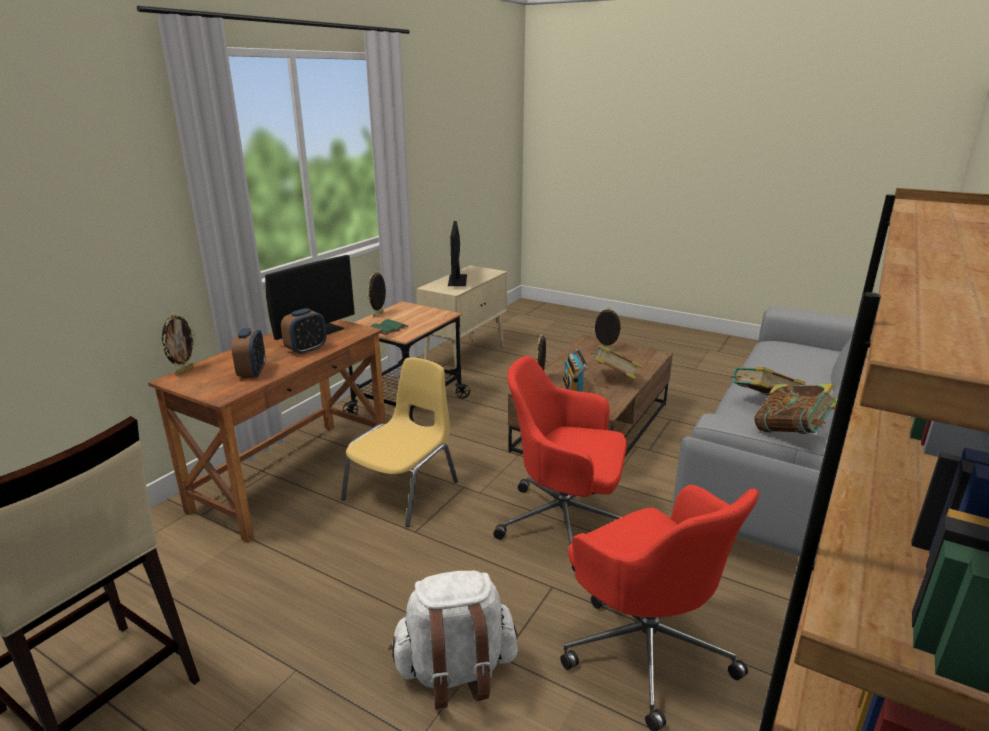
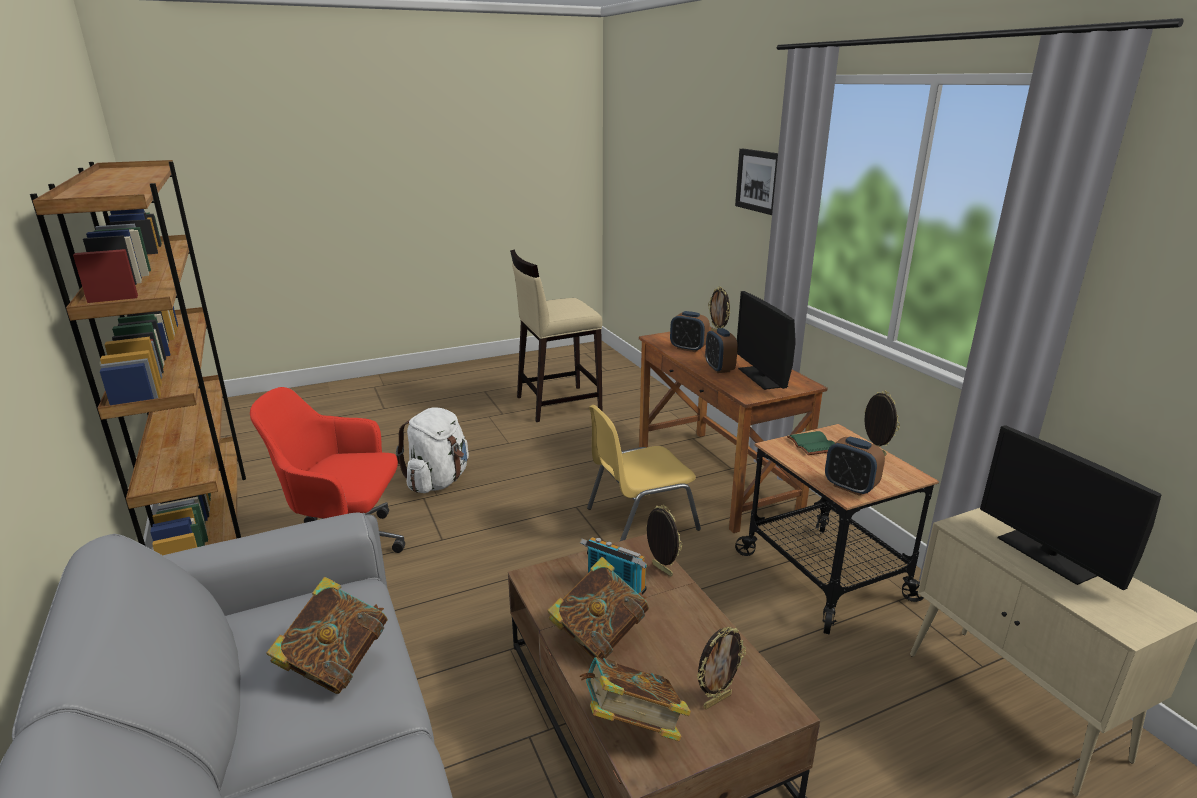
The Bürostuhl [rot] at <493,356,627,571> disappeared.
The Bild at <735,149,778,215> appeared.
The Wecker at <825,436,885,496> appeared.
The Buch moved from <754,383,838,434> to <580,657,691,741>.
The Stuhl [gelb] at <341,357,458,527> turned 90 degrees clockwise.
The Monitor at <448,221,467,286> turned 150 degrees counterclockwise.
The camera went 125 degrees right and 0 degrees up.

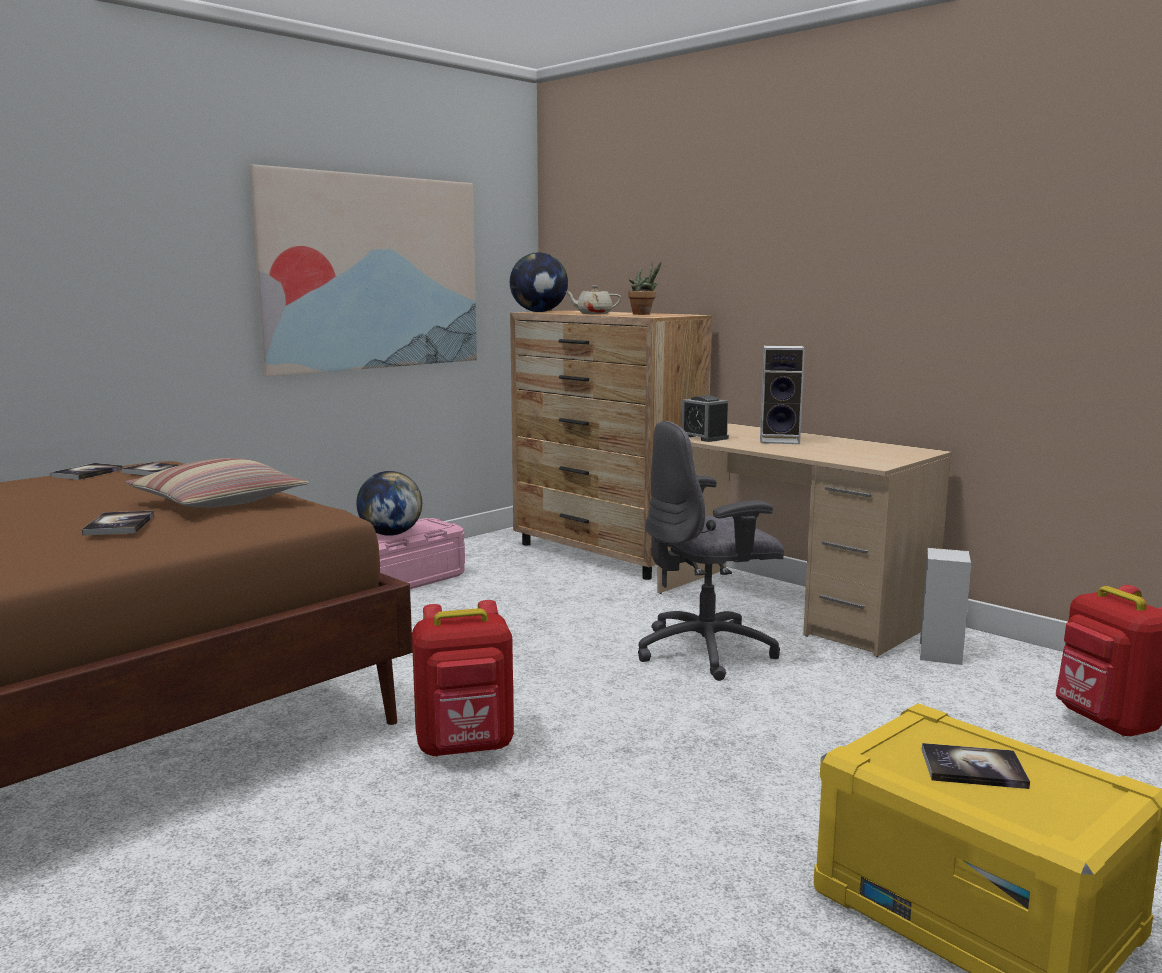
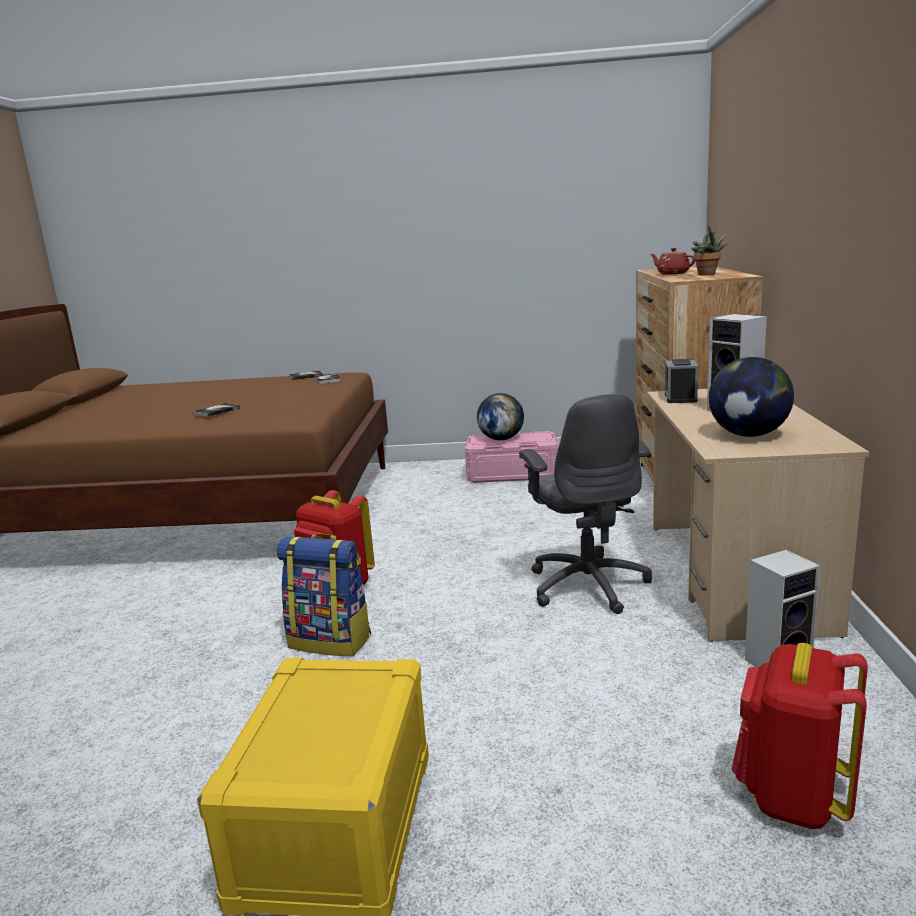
The Kissen at <125,458,309,508> disappeared.
The Bild at <249,164,477,377> disappeared.
The Buch at <922,743,1030,789> disappeared.
The Rucksack at <277,533,371,656> appeared.
The Globus moved from <510,252,568,312> to <709,357,794,437>.
The Teekanne [beige] at <565,286,621,314> became the Teekanne [rot] at <650,248,695,275>.
The Bürostuhl [grau] at <638,421,784,681> turned 135 degrees counterclockwise.
The camera went 50 degrees right and 5 degrees up.

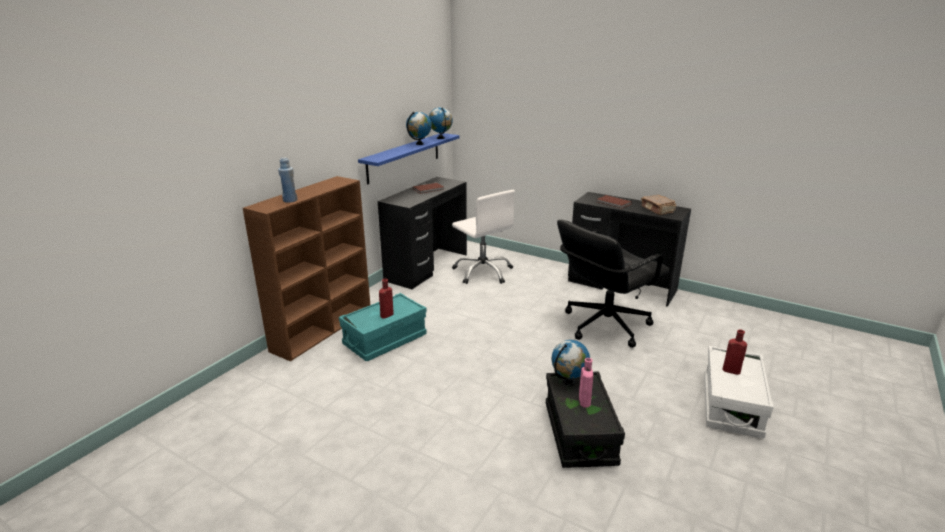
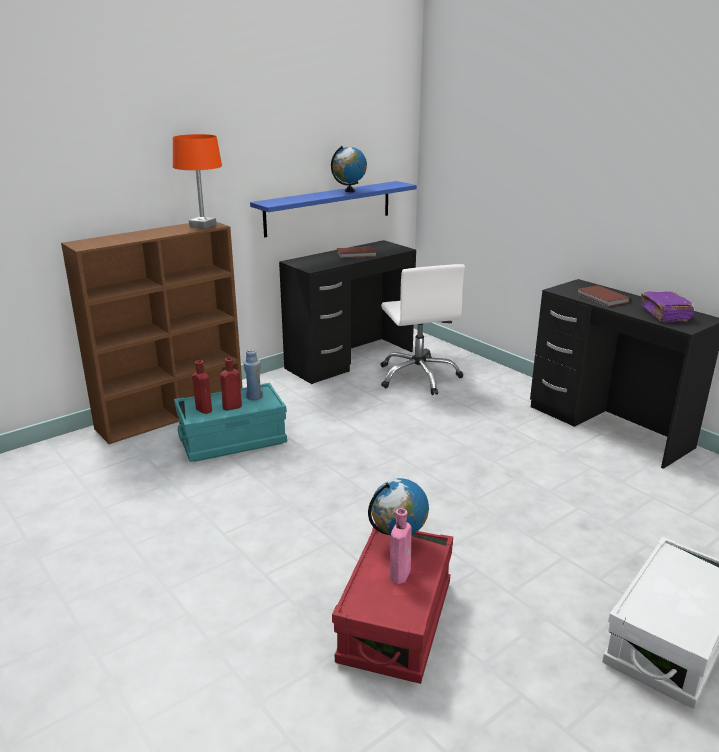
The Globus at <429,107,453,139> disappeared.
The Bürostuhl [schwarz] at <557,220,669,348> disappeared.
The Tischlampe [orange] at <173,134,222,229> appeared.
The Flasche [blau] moved from <278,157,297,203> to <243,349,263,400>.
The Flasche [rot] moved from <722,330,747,375> to <192,360,212,414>.
The Aufbewahrungsbox [schwarz] at <546,371,625,468> became the Aufbewahrungsbox [rot] at <332,523,453,684>.
The Buch [braun] at <641,195,676,215> became the Buch [lila] at <641,292,694,323>.
The camera went 20 degrees right and 0 degrees up.

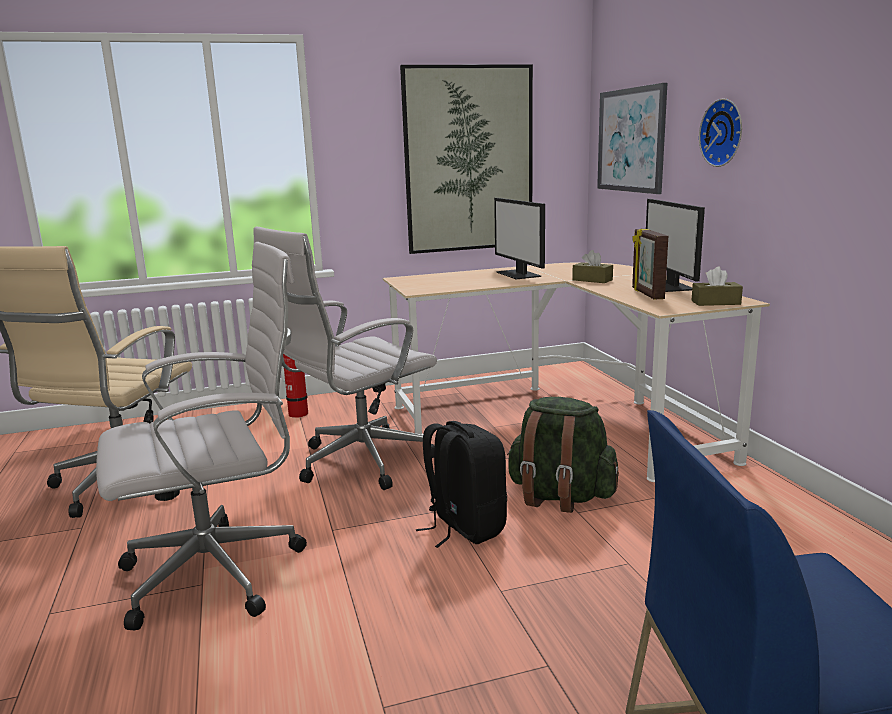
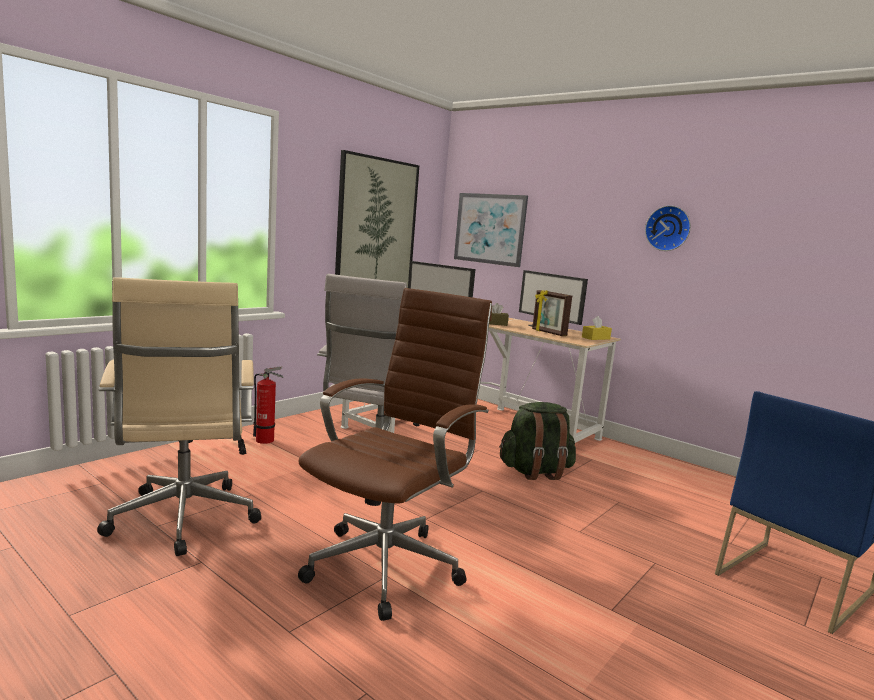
The Rucksack [schwarz] at <416,421,507,548> disappeared.
The Wanduhr moved from <699,98,742,167> to <645,205,691,251>.
The Bürostuhl [weiß] at <96,242,307,631> became the Bürostuhl [braun] at <298,288,492,621>.
The Taschentuchbox [braun] at <692,267,743,306> became the Taschentuchbox [gelb] at <582,316,612,340>.
The camera went 35 degrees left and 5 degrees down.

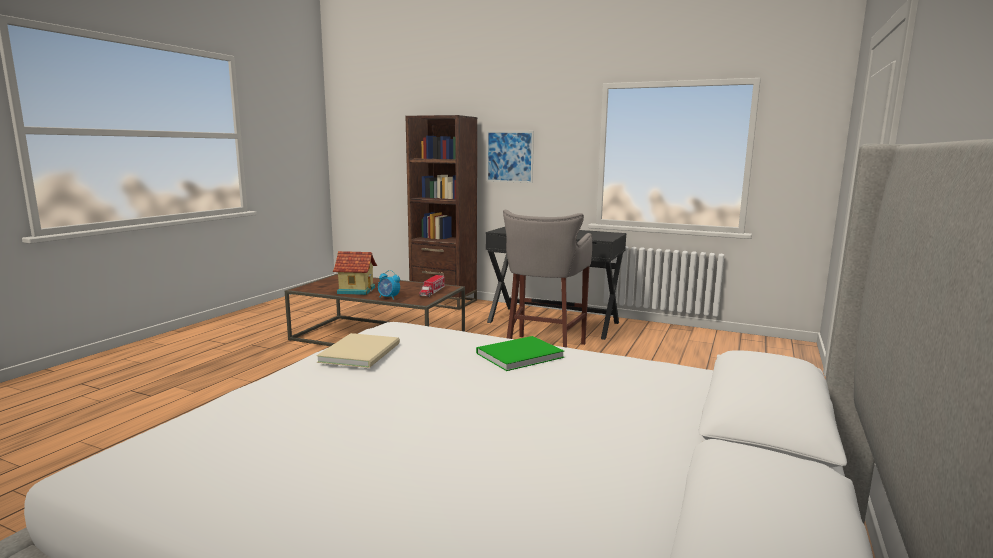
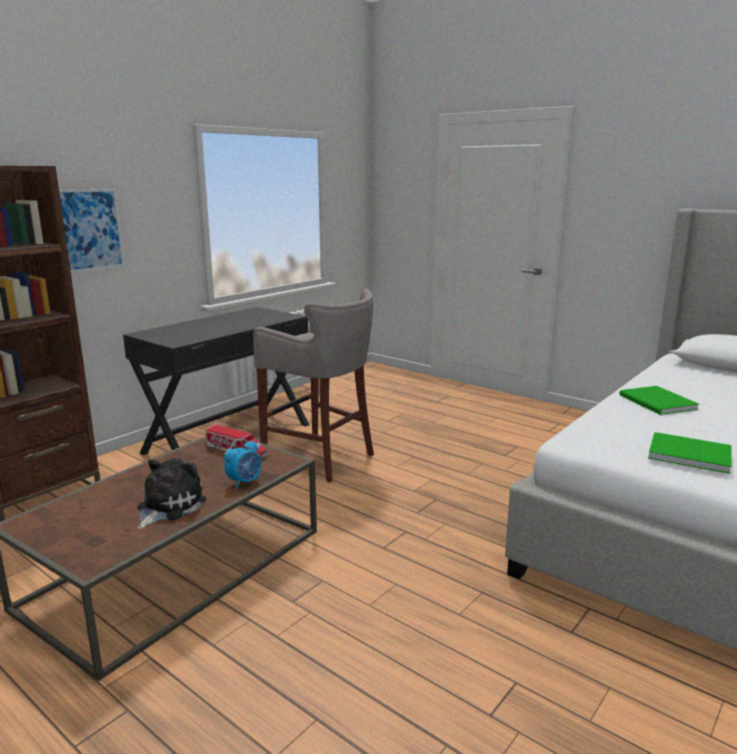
The Spielzeughaus at <333,251,377,295> was replaced by the Plüschtier at <137,458,206,529>.
The Buch [beige] at <316,333,400,368> became the Buch [grün] at <648,432,732,474>.
The camera went 75 degrees left and 5 degrees up.

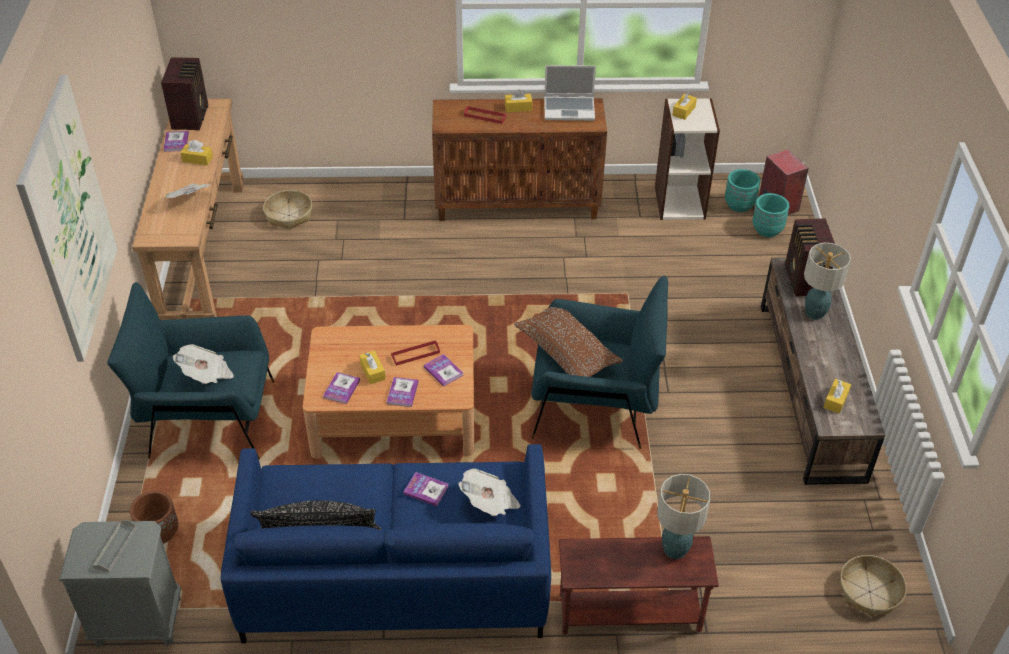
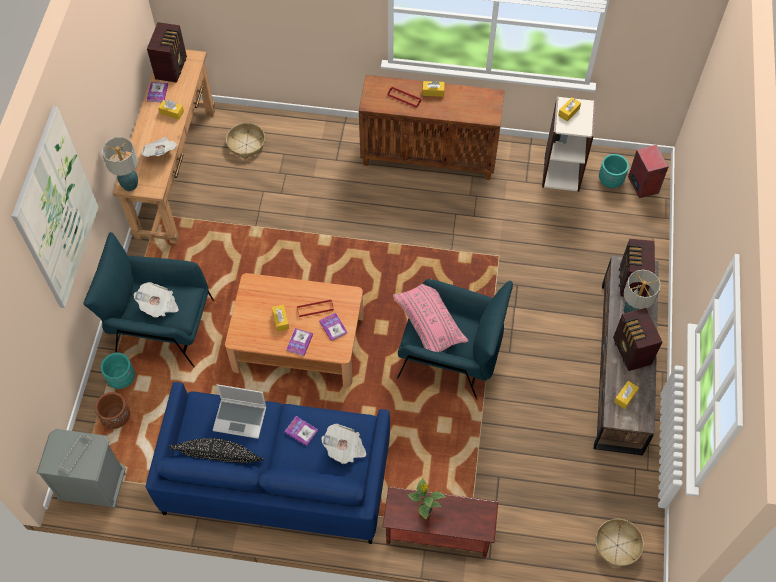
The Buch at <323,372,360,404> disappeared.
The Topfpflanze at <407,478,446,520> appeared.
The Radio at <613,308,662,371> appeared.
The Laptop moved from <544,65,596,121> to <213,384,267,439>.
The Tischlampe moved from <657,474,710,559> to <102,137,138,191>.
The Pflanzkübel [türkis] moved from <752,193,789,237> to <101,352,135,389>.
The Kissen [braun] at <514,307,623,377> became the Kissen [rosa] at <393,279,468,352>.
The camera went 10 degrees right and 15 degrees up.

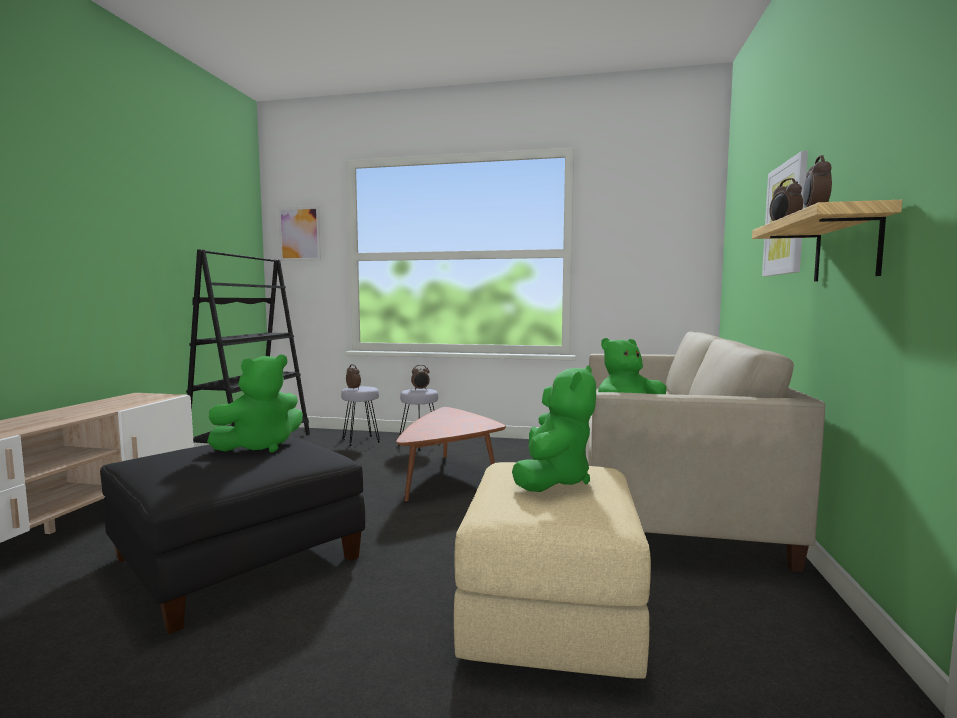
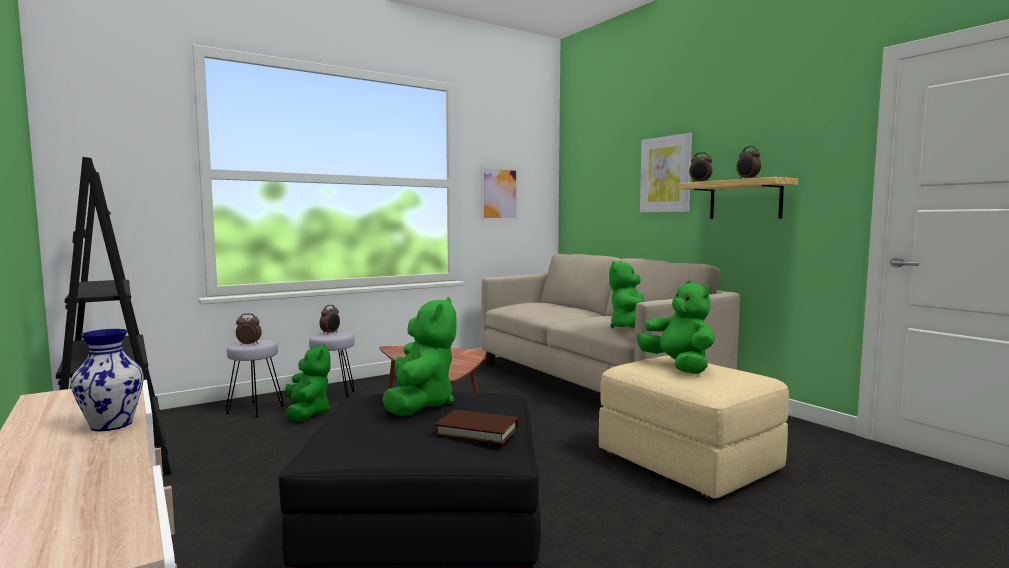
The Vase at <70,329,144,431> appeared.
The Plüschtier [grün] at <285,343,331,421> appeared.
The Buch [braun] at <435,410,519,445> appeared.
The Bild moved from <278,206,321,261> to <481,166,518,220>.
The camera went 45 degrees left and 0 degrees up.

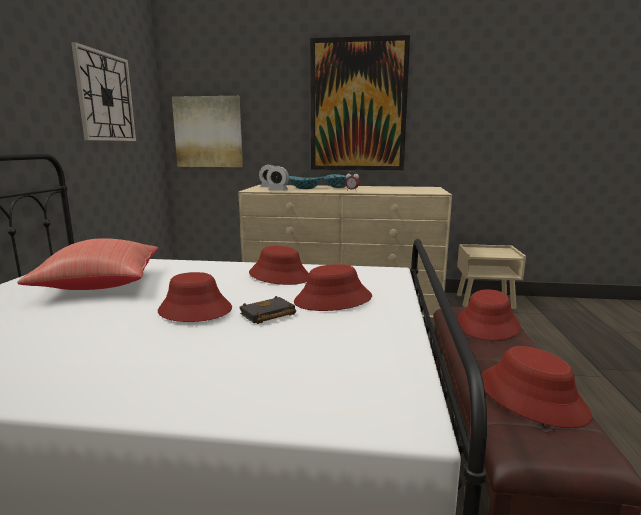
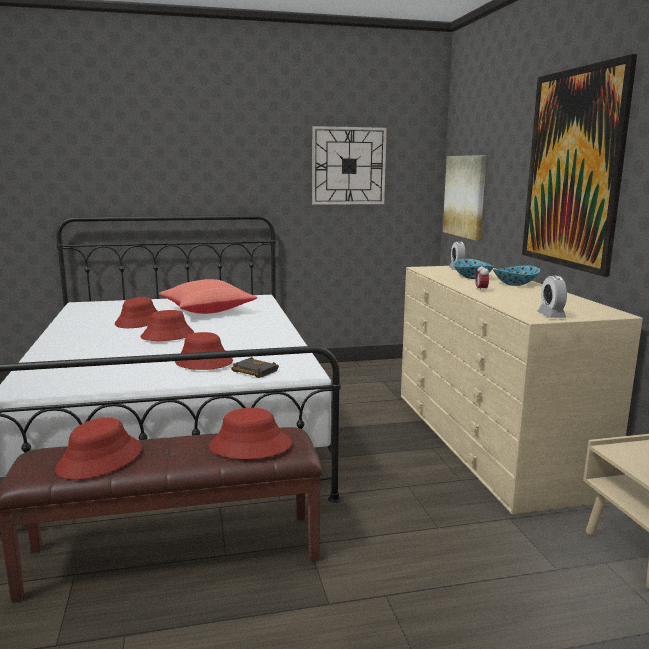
The Buch [schwarz] moved from <240,296,296,324> to <231,357,279,378>.
The Hut [rot] moved from <249,246,309,285> to <115,297,157,328>.
The Wecker moved from <266,166,289,190> to <538,275,567,318>.
The camera went 70 degrees right and 0 degrees up.

